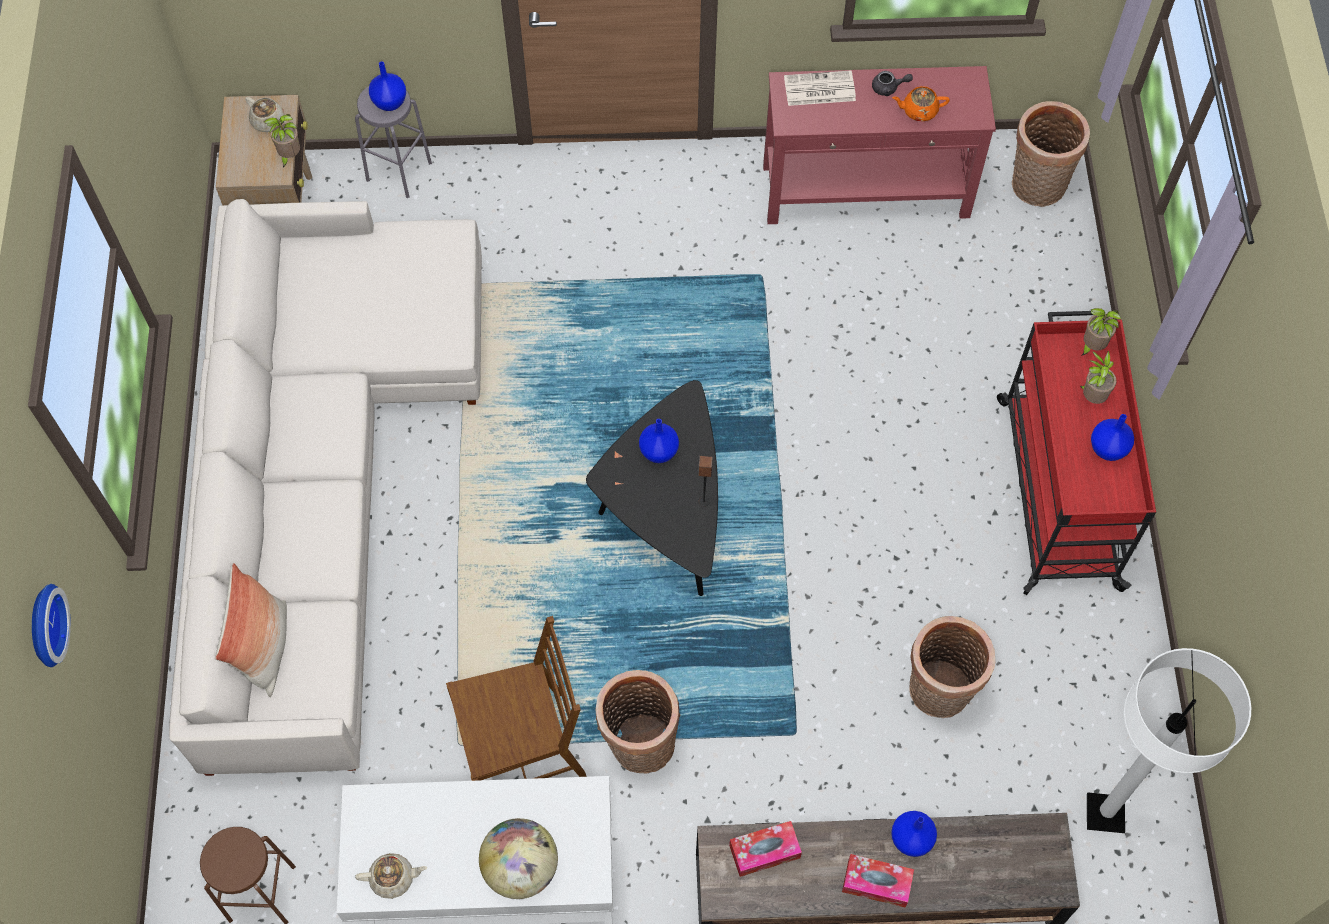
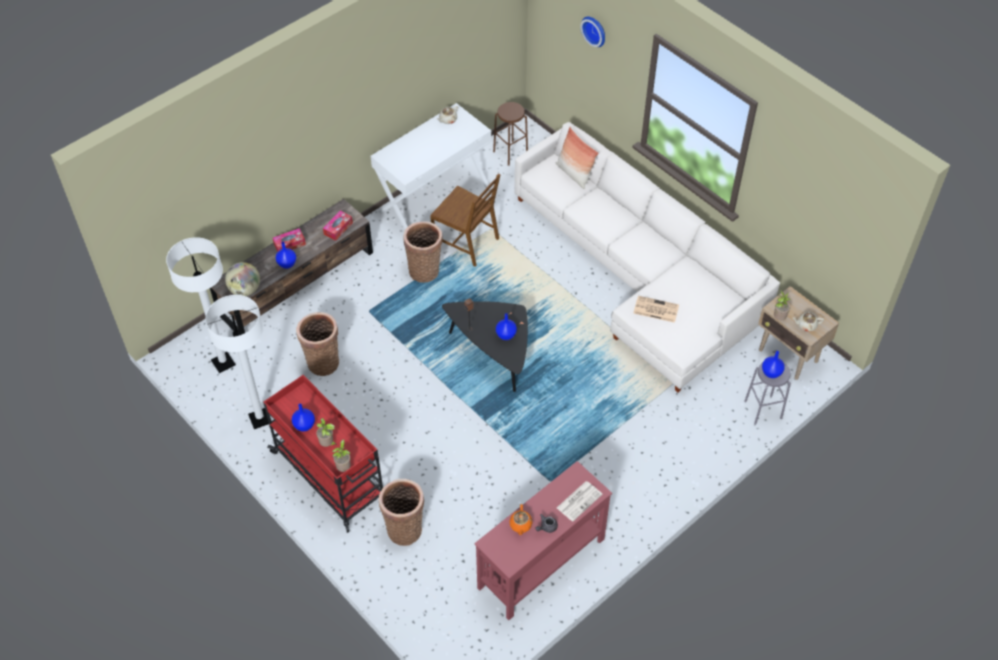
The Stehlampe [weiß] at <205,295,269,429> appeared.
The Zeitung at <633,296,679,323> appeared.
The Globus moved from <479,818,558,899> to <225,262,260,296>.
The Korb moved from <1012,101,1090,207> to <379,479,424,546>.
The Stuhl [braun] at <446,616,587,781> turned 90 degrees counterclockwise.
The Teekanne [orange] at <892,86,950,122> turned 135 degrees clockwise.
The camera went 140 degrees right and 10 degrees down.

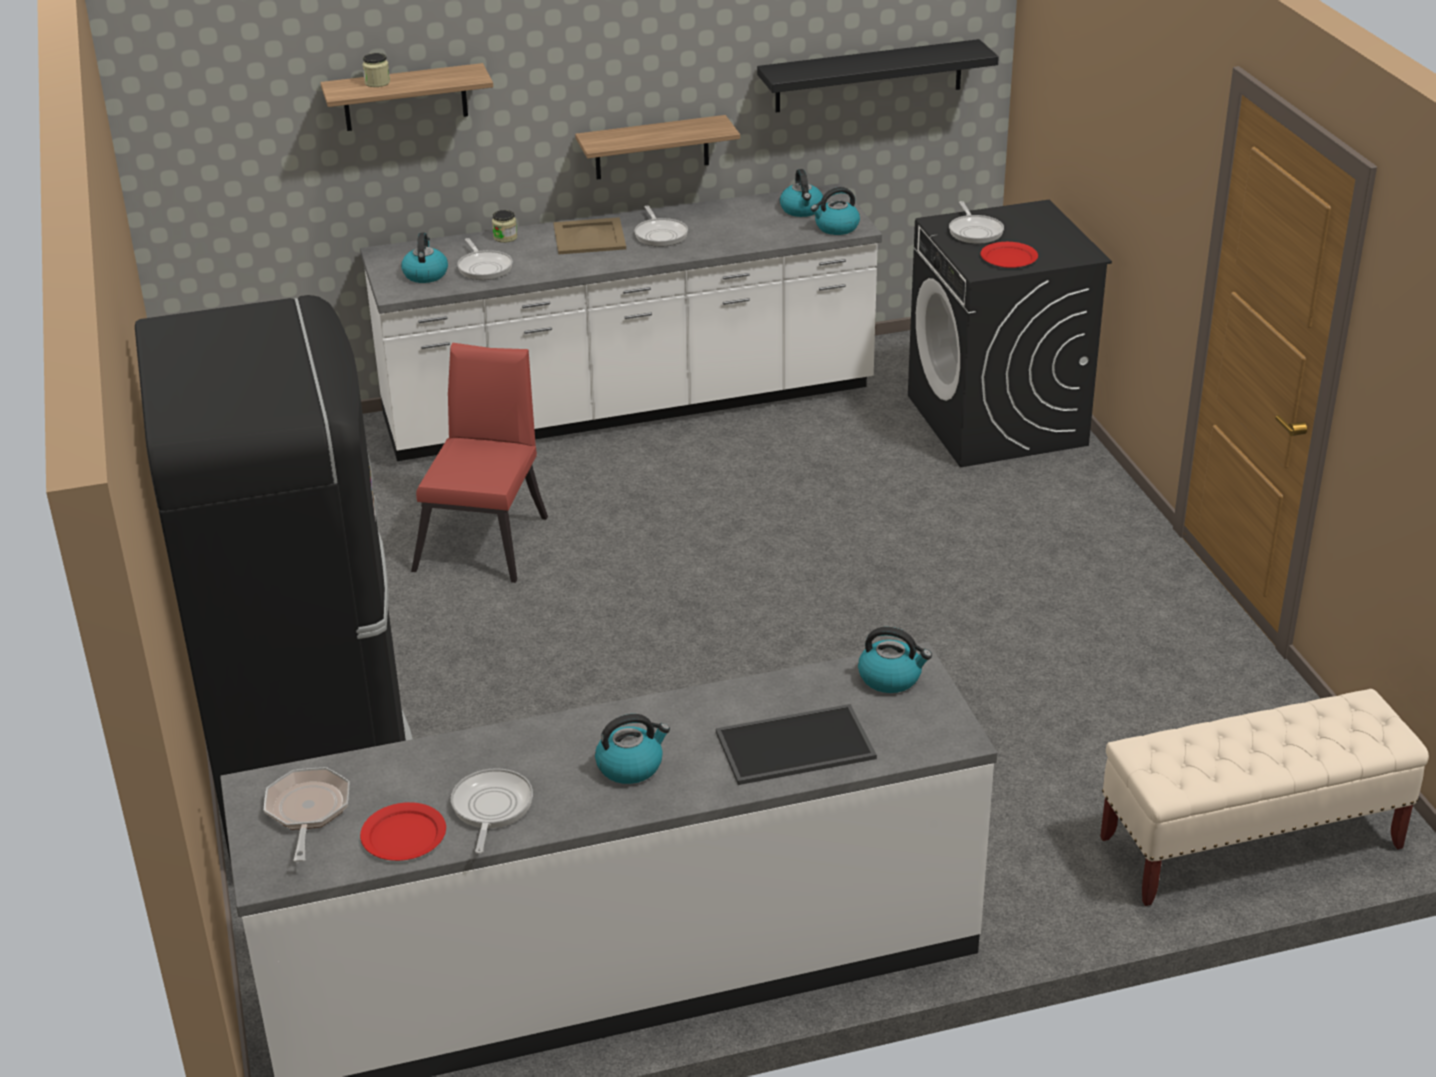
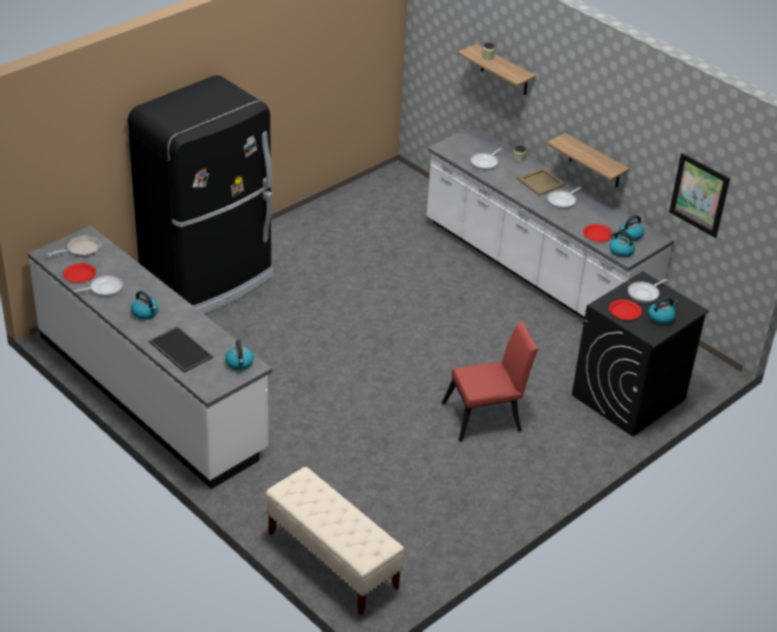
The Teller [rot] at <583,224,613,242> appeared.
The Wasserkessel moved from <401,233,448,283> to <649,297,678,325>.
The Stuhl [rot] moved from <411,343,548,583> to <442,321,538,442>.
The Wandregal [schwarz] at <757,39,999,113> was replaced by the Bild at <669,153,730,238>.
The camera went 60 degrees right and 5 degrees up.

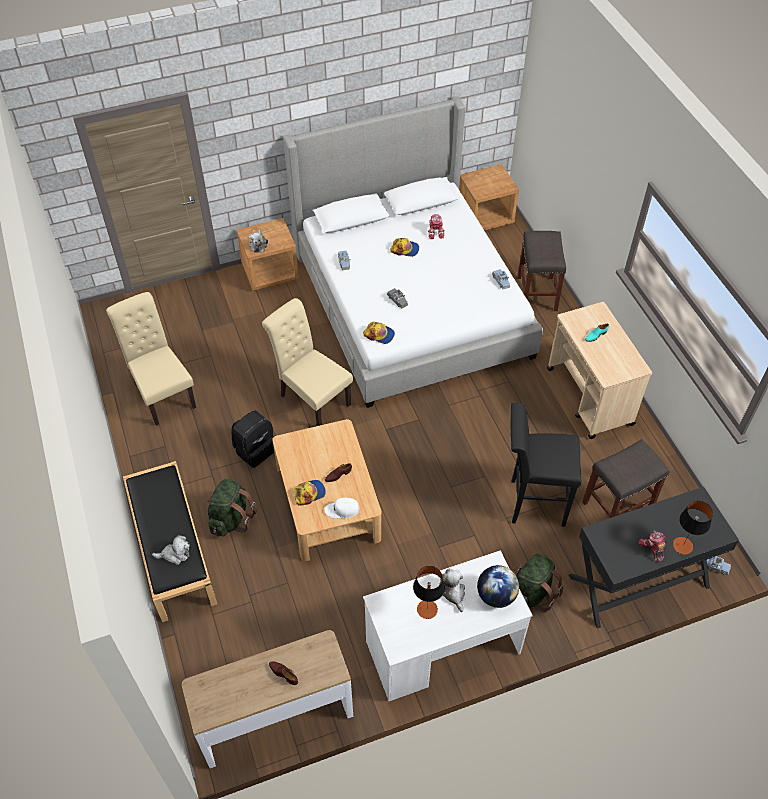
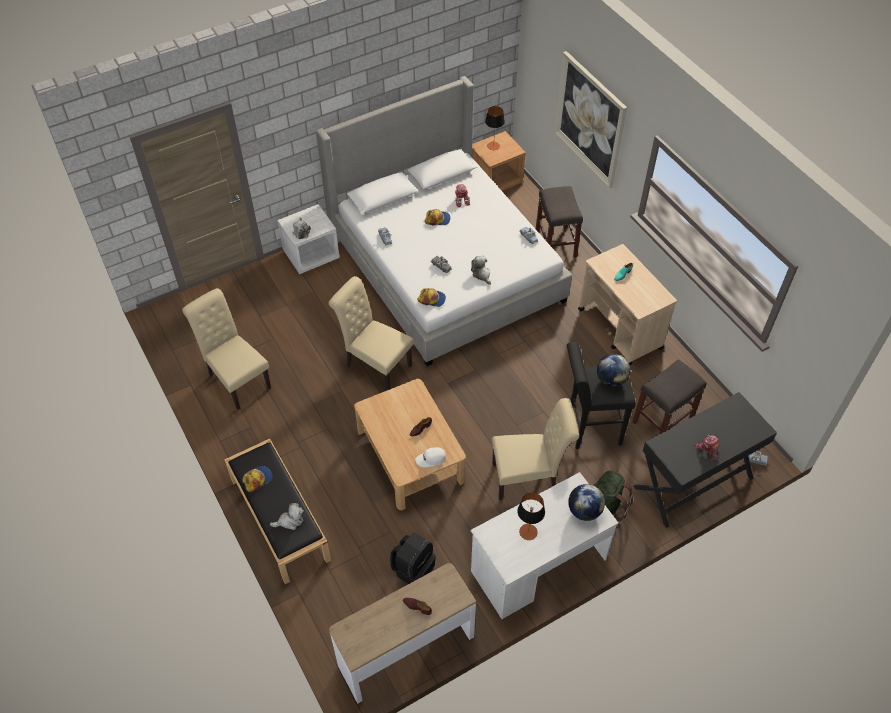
The Rucksack [grün] at <207,478,257,536> disappeared.
The Stuhl [beige] at <492,398,579,501> appeared.
The Bild at <554,51,627,188> appeared.
The Globus at <597,354,630,387> appeared.
The Rucksack [schwarz] moved from <231,410,274,468> to <390,533,436,584>.
The Kappe moved from <294,480,326,506> to <243,466,272,492>.
The Plüschtier moved from <439,568,465,612> to <471,256,491,285>.
The Tischlampe moved from <673,501,713,555> to <485,106,505,150>.
The Nachttisch [braun] at <236,218,299,291> became the Nachttisch [weiß] at <277,204,340,274>.
The camera went 10 degrees left and 0 degrees up.

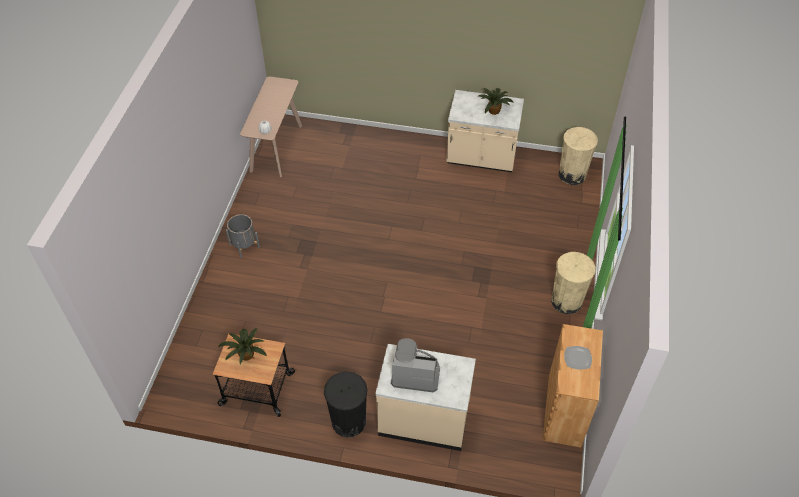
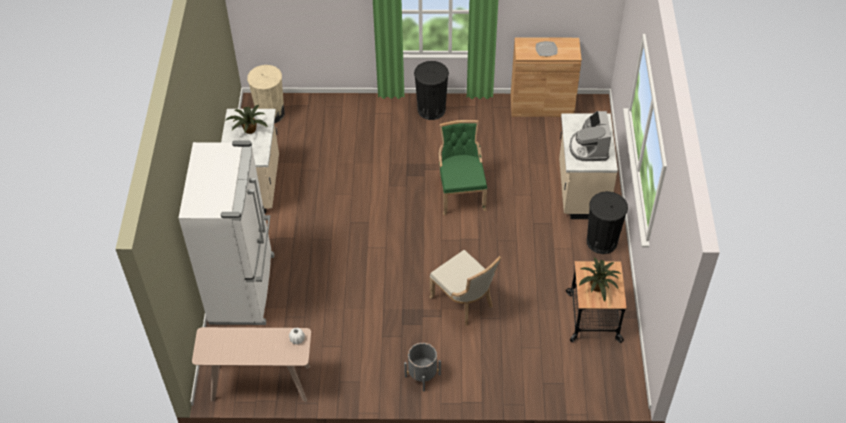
The Kühlschrank [weiß] at <179,140,274,325> appeared.
The Stuhl [beige] at <429,250,501,326> appeared.
The Stuhl [grün] at <439,120,487,215> appeared.
The Mülleimer [beige] at <551,252,596,314> became the Mülleimer [schwarz] at <414,61,449,120>.
The camera went 100 degrees left and 0 degrees up.

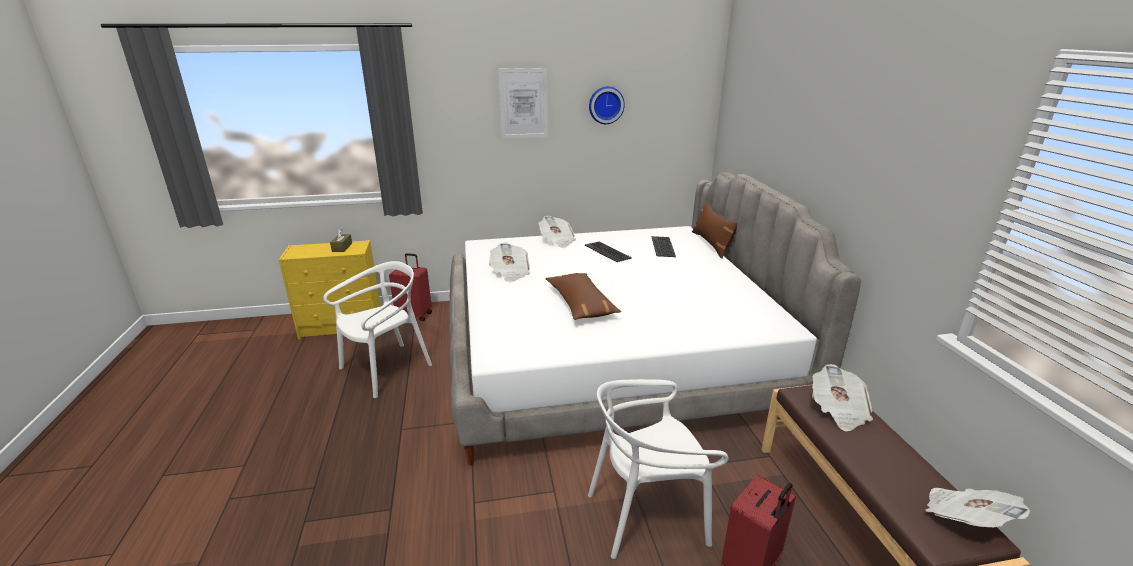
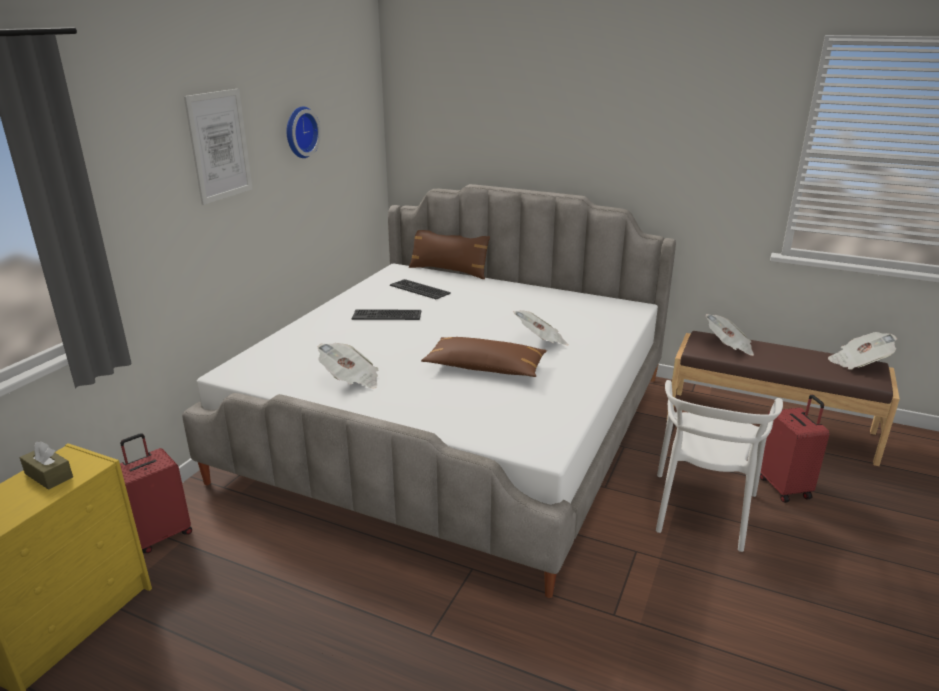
The Stuhl [weiß] at <323,261,432,398> disappeared.
The Zeitung moved from <539,216,576,248> to <513,310,569,345>.
The camera went 55 degrees left and 0 degrees up.

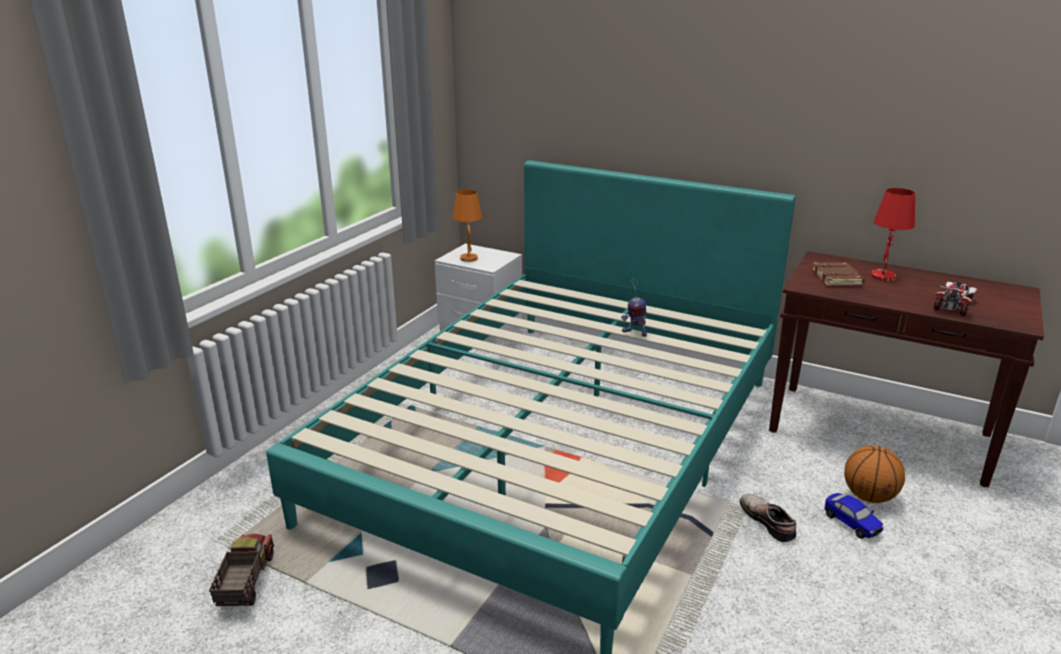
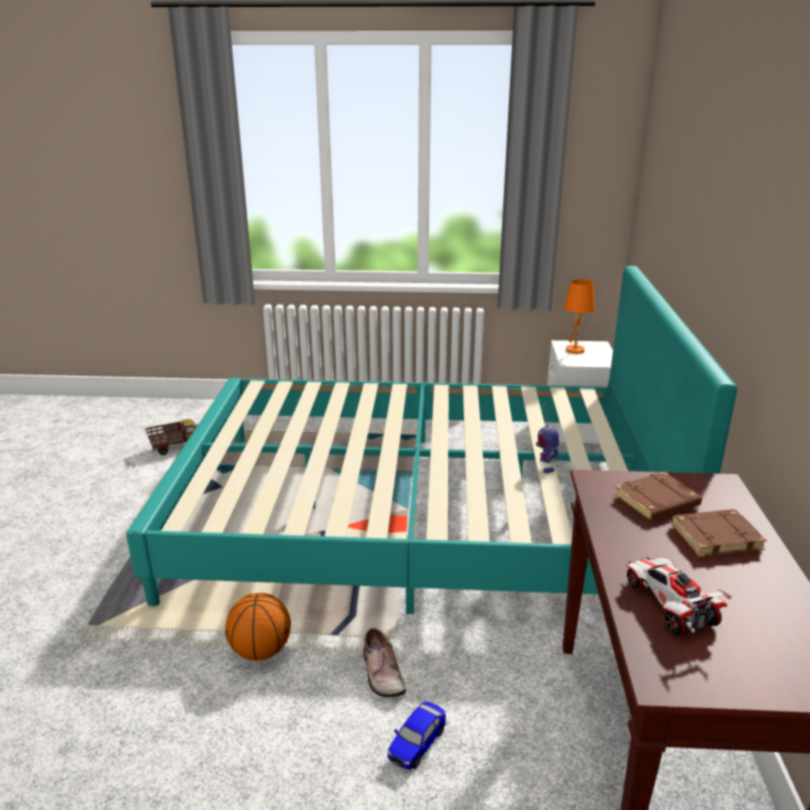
The Basketball moved from <844,445,905,503> to <225,593,291,661>.
The Tischlampe [rot] at <871,188,915,281> was replaced by the Buch [braun] at <671,509,767,557>.
The Schuh at <740,494,796,542> turned 120 degrees clockwise.
The Spielzeugauto at <934,282,977,316> turned 120 degrees counterclockwise.
The camera went 65 degrees right and 0 degrees up.

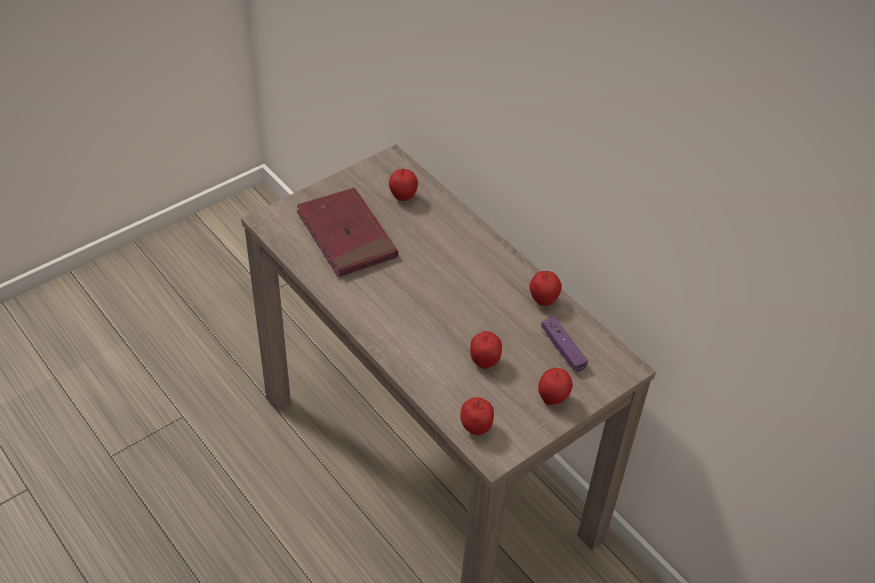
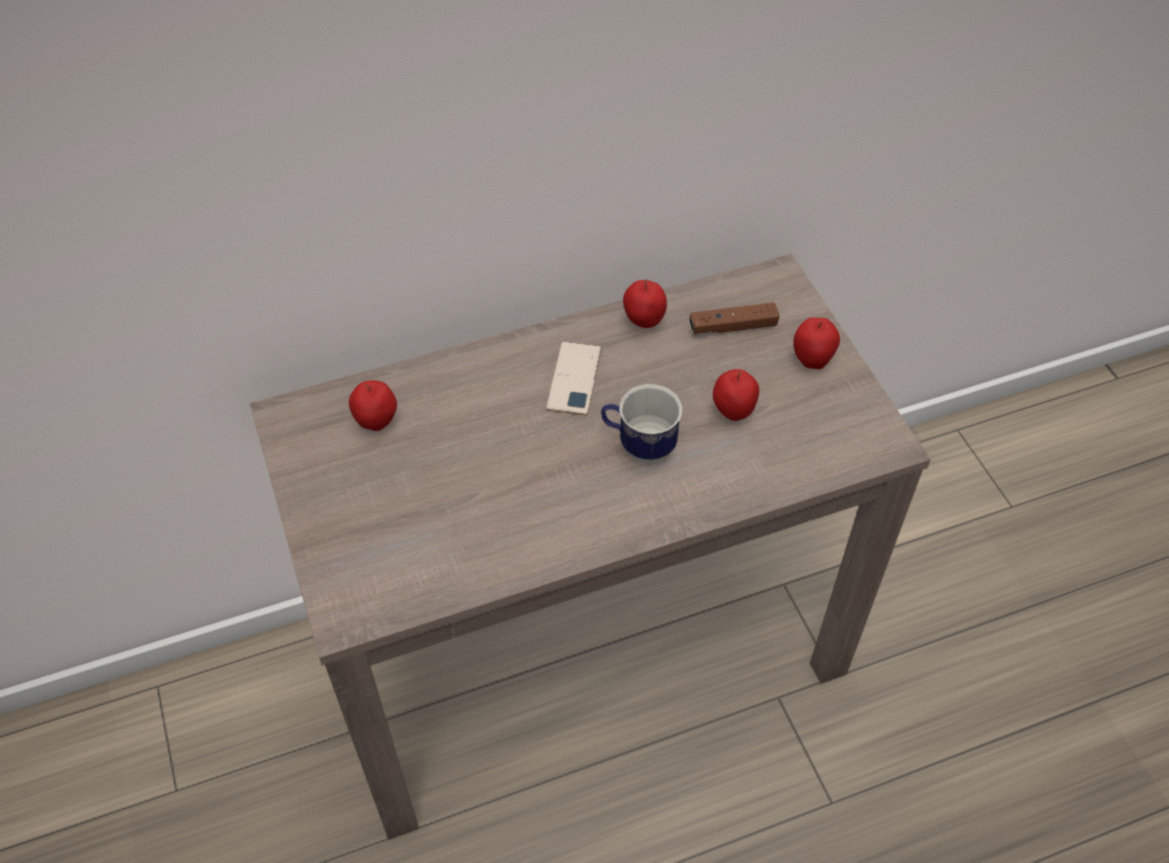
The Buch [rot] at <297,188,398,277> disappeared.
The Apfel at <460,397,494,435> disappeared.
The Handy at <546,342,602,415> appeared.
The Henkelbecher at <601,384,682,463> appeared.
The Gamepad [lila] at <541,317,588,372> became the Gamepad [braun] at <689,302,780,334>.
The camera went 70 degrees left and 5 degrees up.

